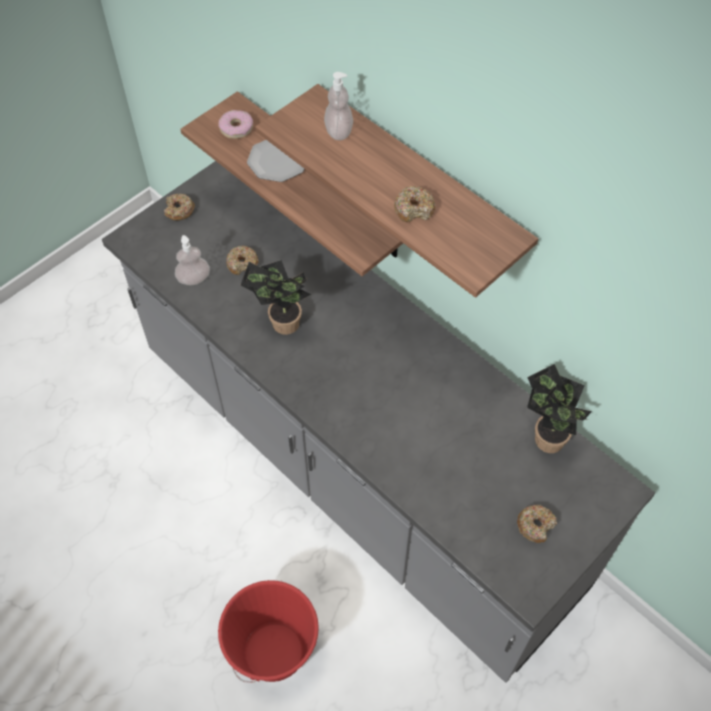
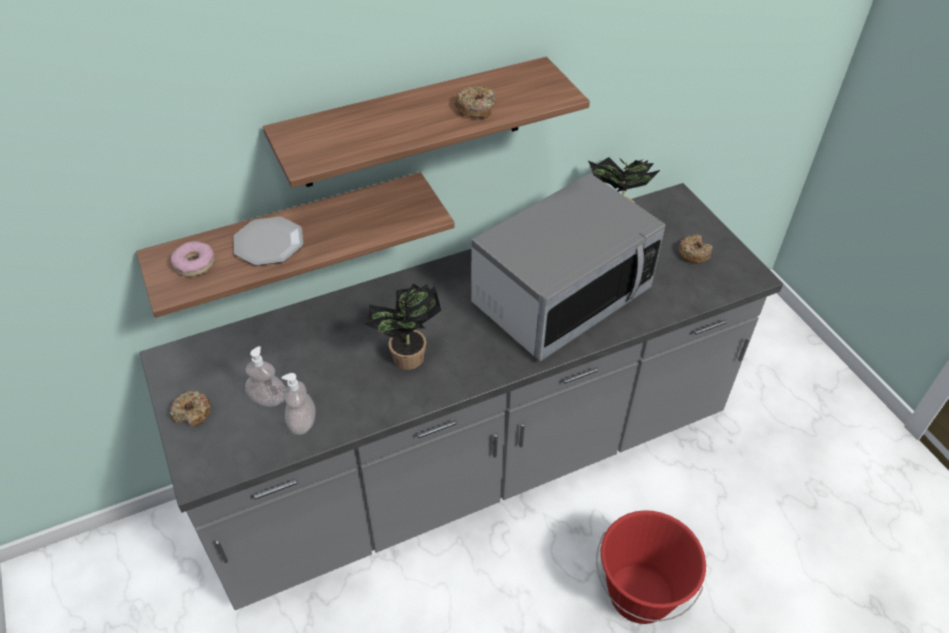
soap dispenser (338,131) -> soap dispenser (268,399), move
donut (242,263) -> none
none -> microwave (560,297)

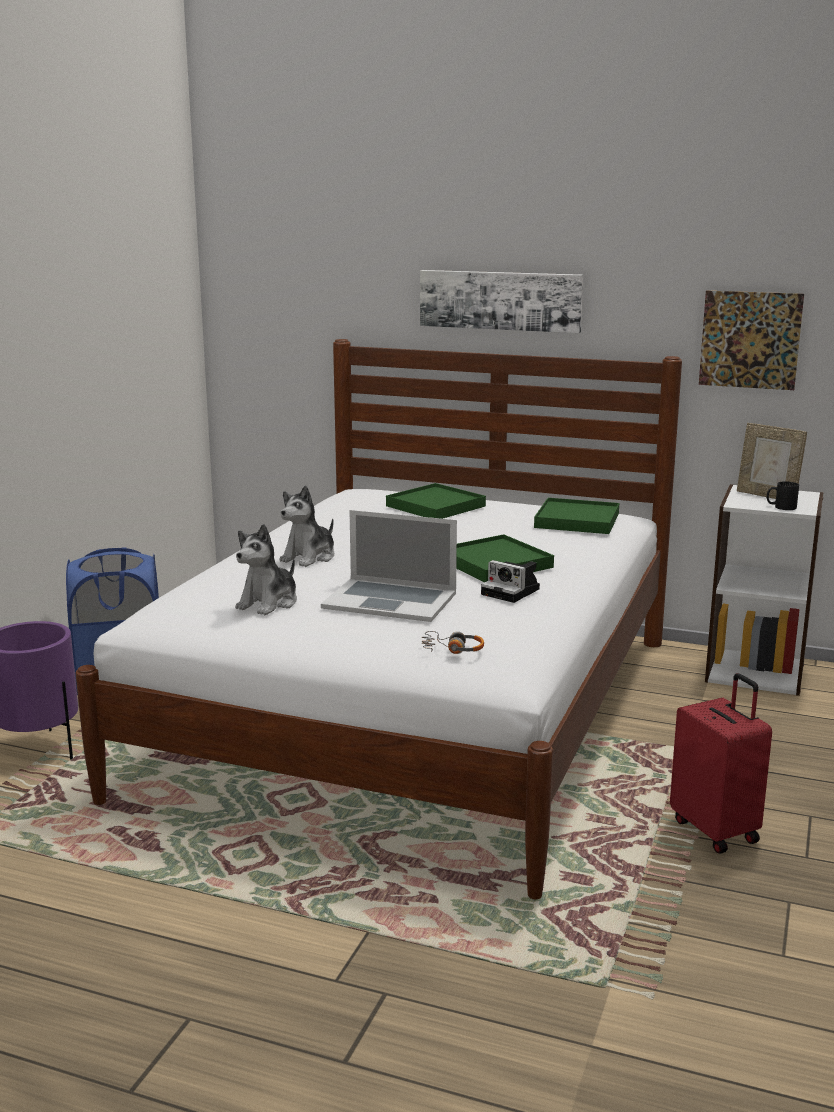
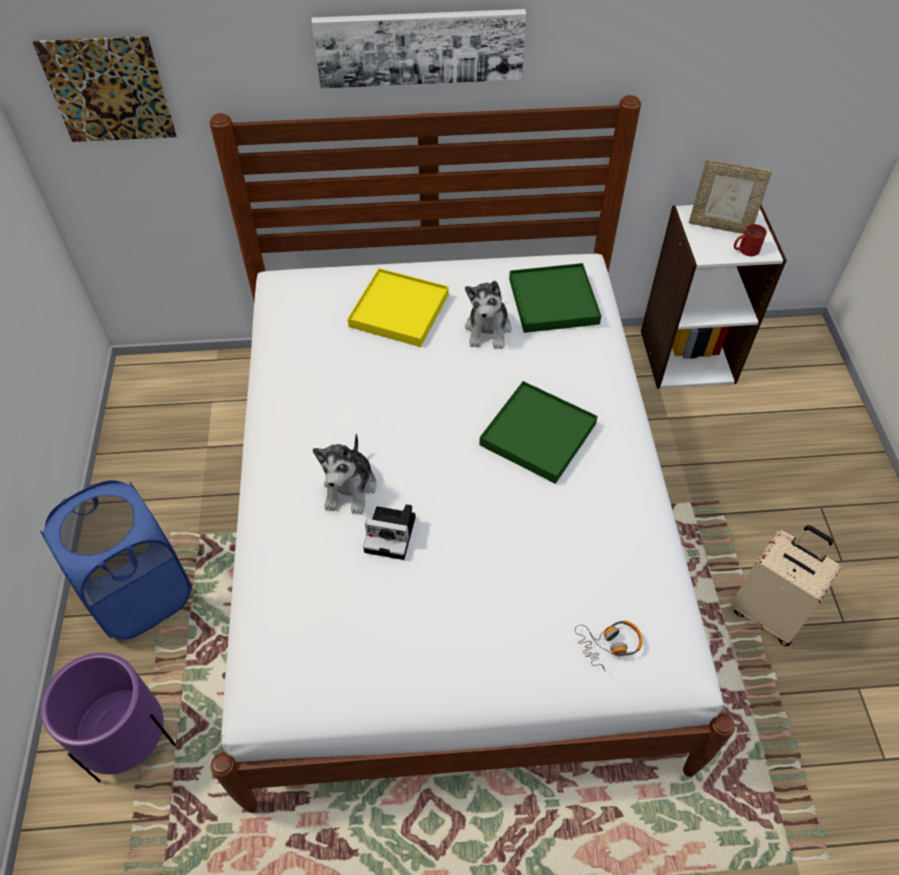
picture (750,340) -> picture (108,90), move
mug (black) (781,507) -> mug (red) (745,249)
tray (green) (436,506) -> tray (yellow) (399,310)
laptop (390,600) -> none
plush toy (269,603) -> plush toy (488,329), move
photo camera (512,592) -> photo camera (392,534), move
suitcase (red) (716,830) -> suitcase (beige) (768,613)

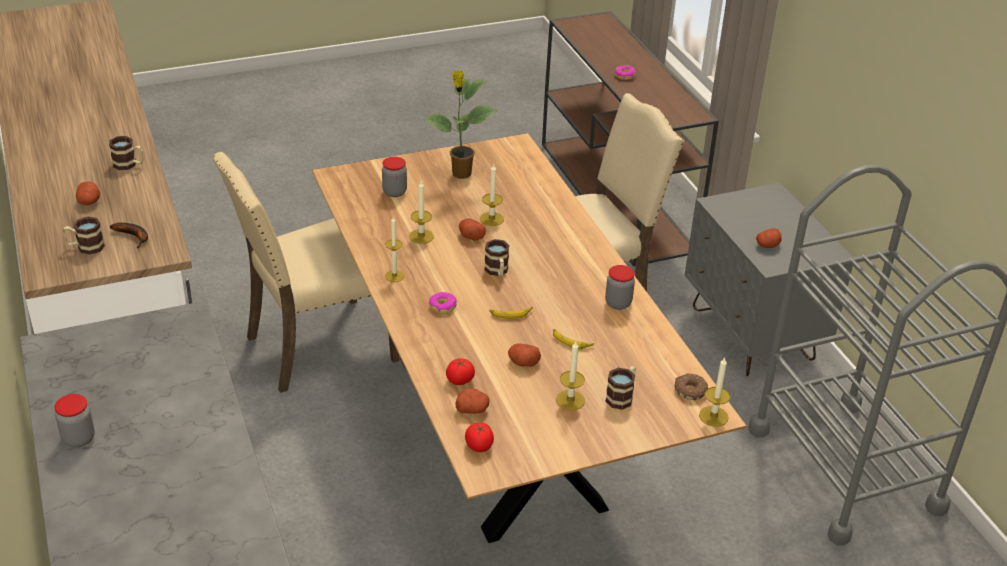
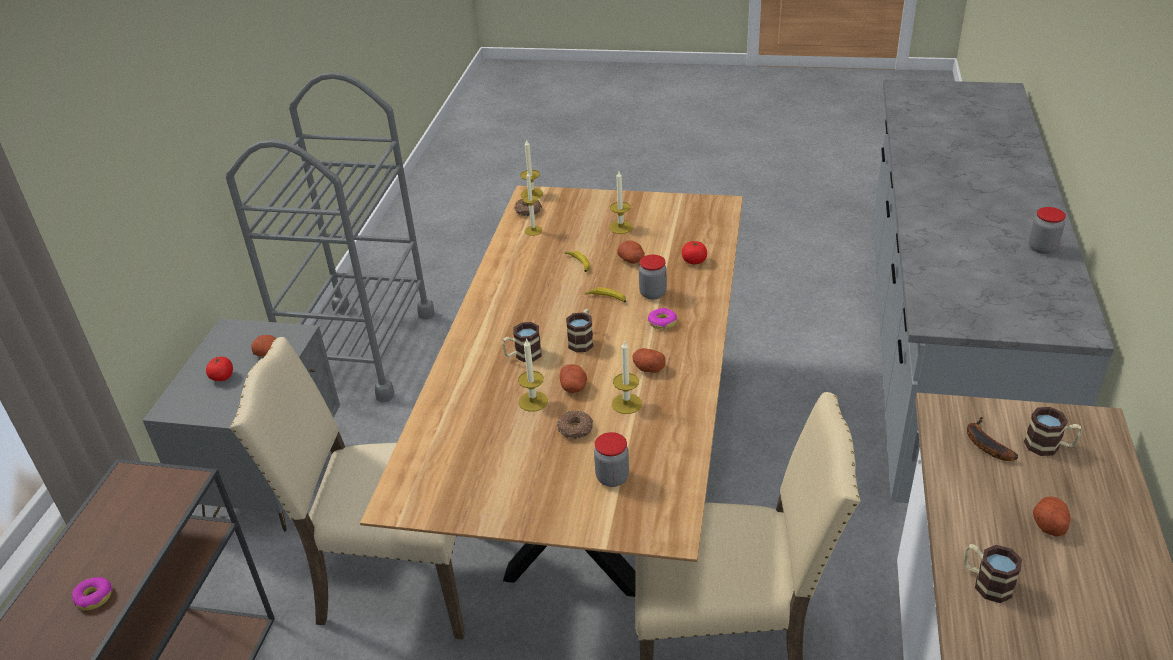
potted plant (460,174) -> none
candle (394,276) -> candle (533,230), move
jar (618,303) -> jar (653,293), move
mug (622,396) -> mug (523,355), move
potato (472,409) -> potato (648,368), move
tomato (479,446) -> tomato (222,377), move
none -> donut (575,429)

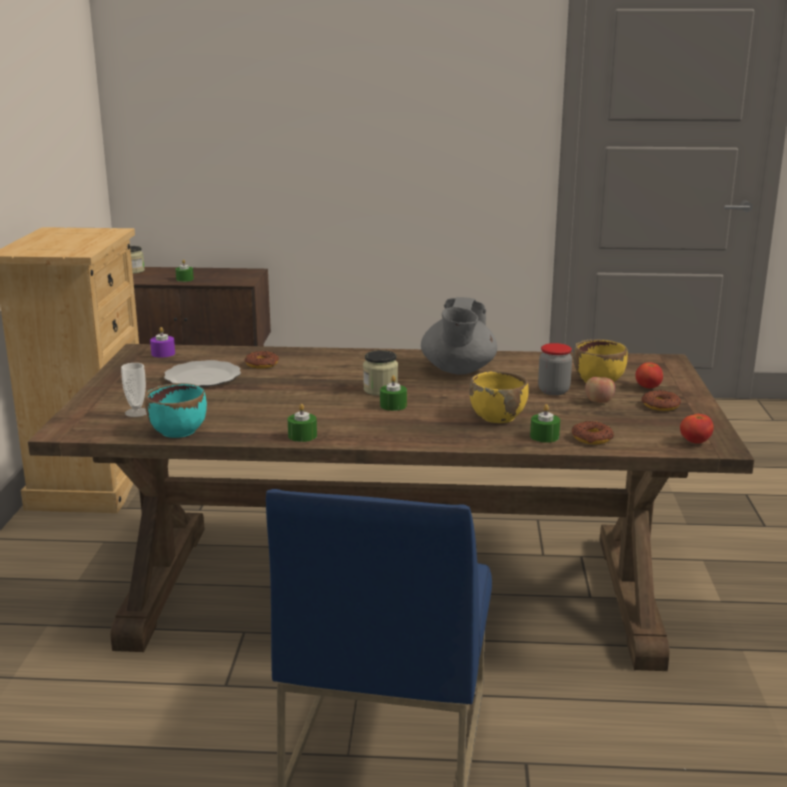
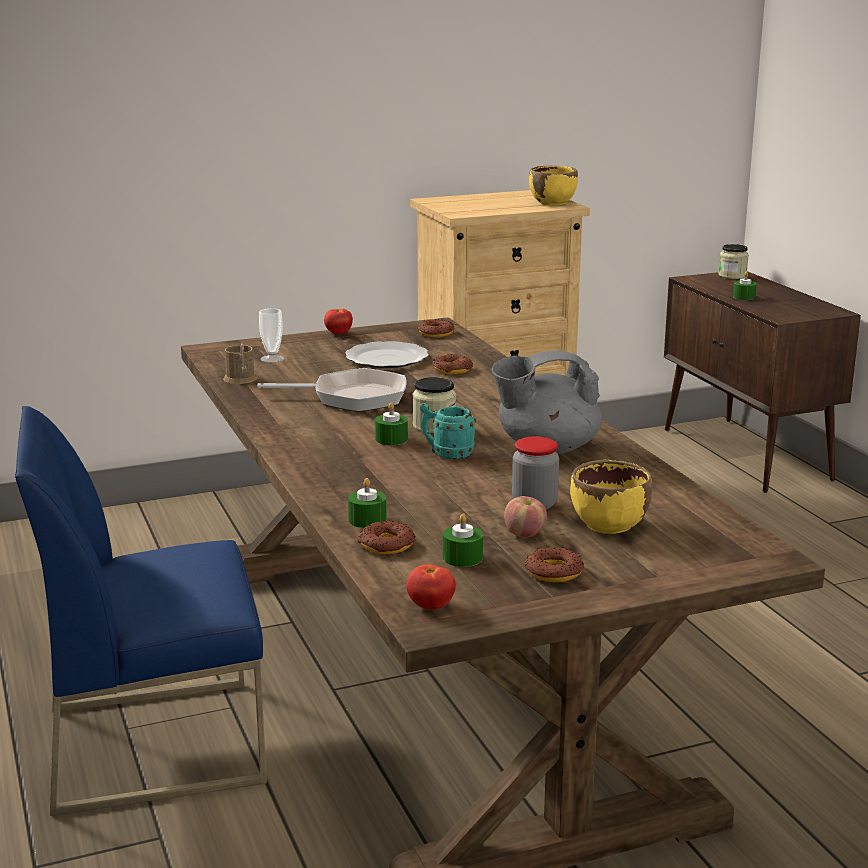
candle (purple) (163,353) -> donut (436,333)
tomato (648,387) -> tomato (338,333), move
bowl (yellow) (497,417) -> bowl (yellow) (553,202), move
bowl (turquoise) (178,431) -> mug (brown) (241,380)
candle (green) (302,436) -> candle (green) (462,557), move
none -> frying pan (352,397)
none -> mug (turquoise) (446,454)

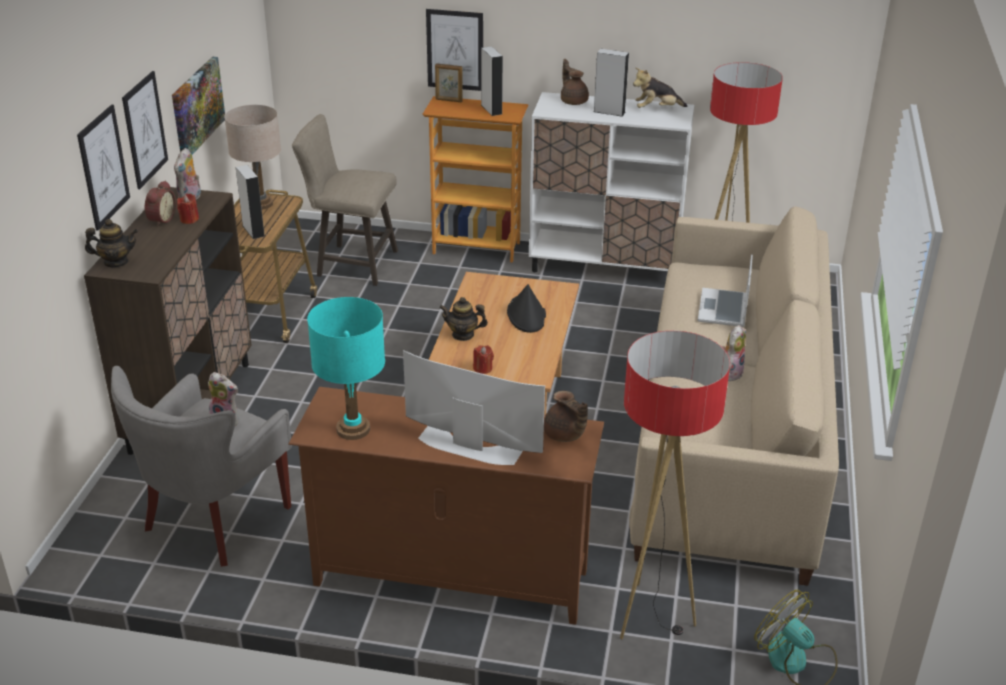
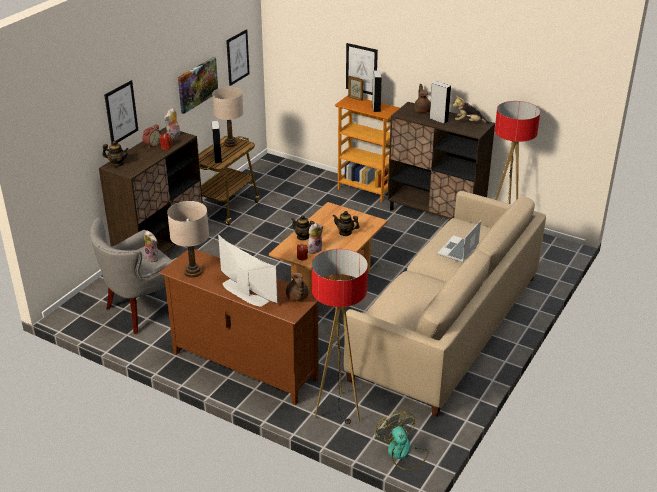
picture (145,130) -> picture (237,57), move
cabinet (white) (604,266) -> cabinet (brown) (435,214)
stool (beige) (351,263) -> none
hat (black) (526,315) -> teapot (345,232)
table lamp (turquoise) (353,429) -> table lamp (beige) (193,272)
plush toy (730,372) -> plush toy (314,249), move

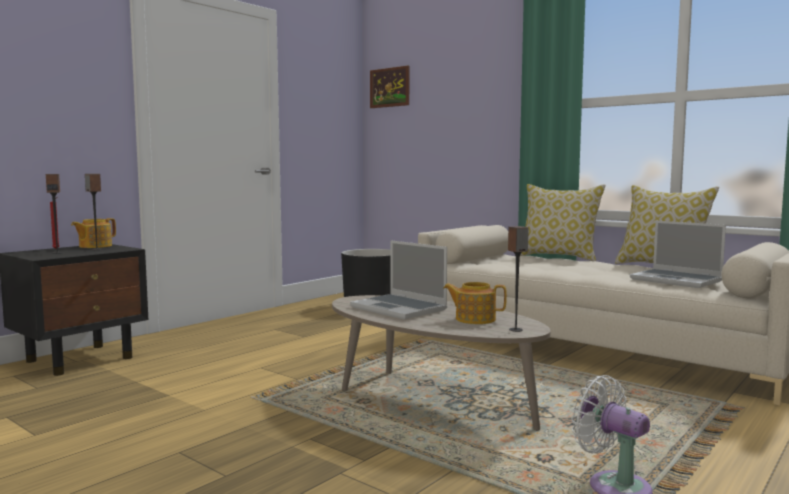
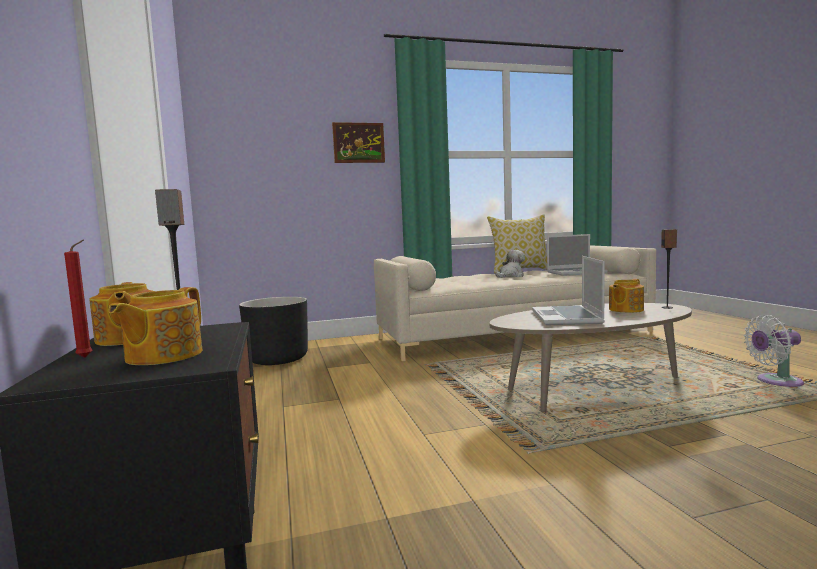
picture (389,87) -> picture (358,143), move
speaker (57,253) -> teapot (162,356)
pillow (559,257) -> none
laptop (400,308) -> laptop (567,317), 105 degrees clockwise
none -> plush toy (510,276)

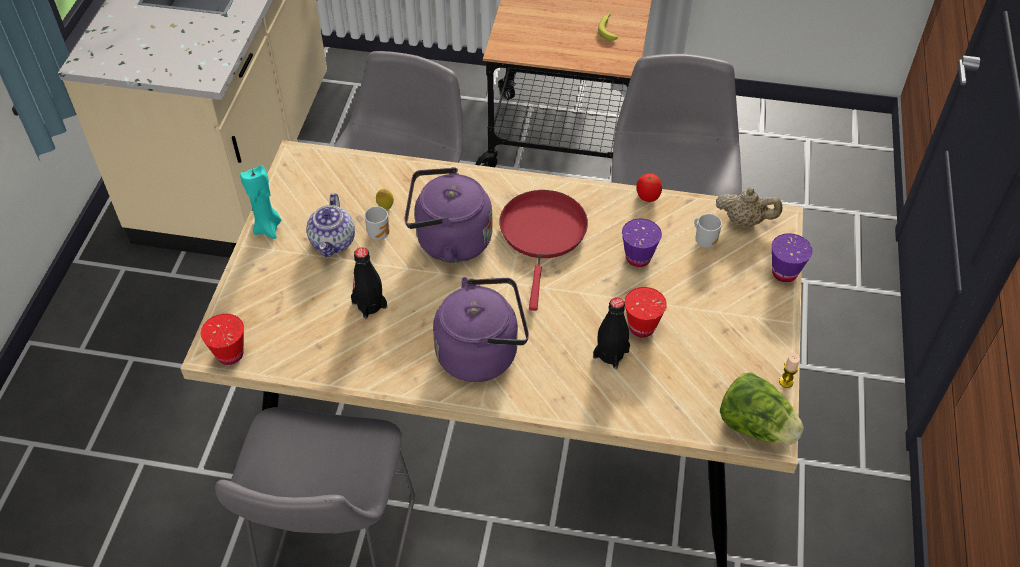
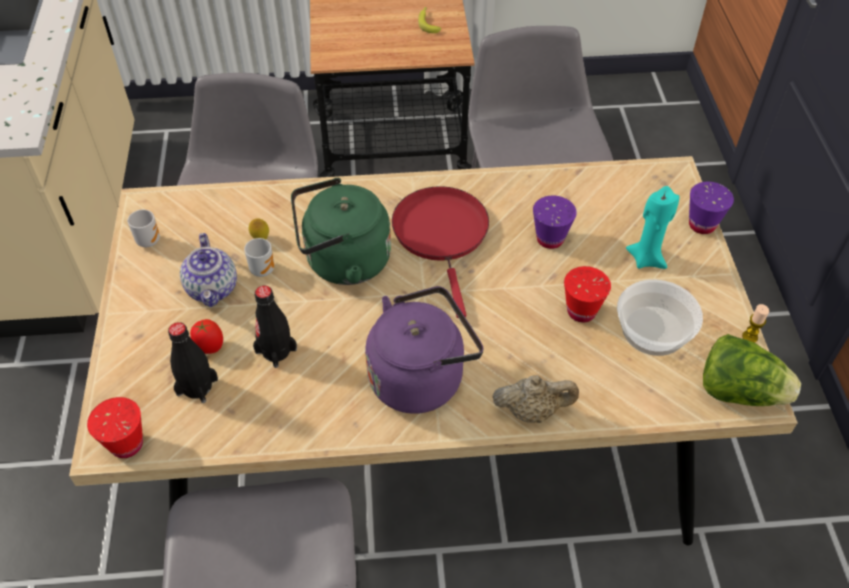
candle (turquoise) (268,228) -> candle (turquoise) (646,258), move
kettle (purple) (448,241) -> kettle (green) (342,262)
tomato (647,197) -> tomato (209,347), move
teapot (beige) (744,221) -> teapot (beige) (532,411), move
mug (705,241) -> mug (148,240), move
bottle (black) (611,354) -> bottle (black) (197,386), move
none -> bowl (653,330)

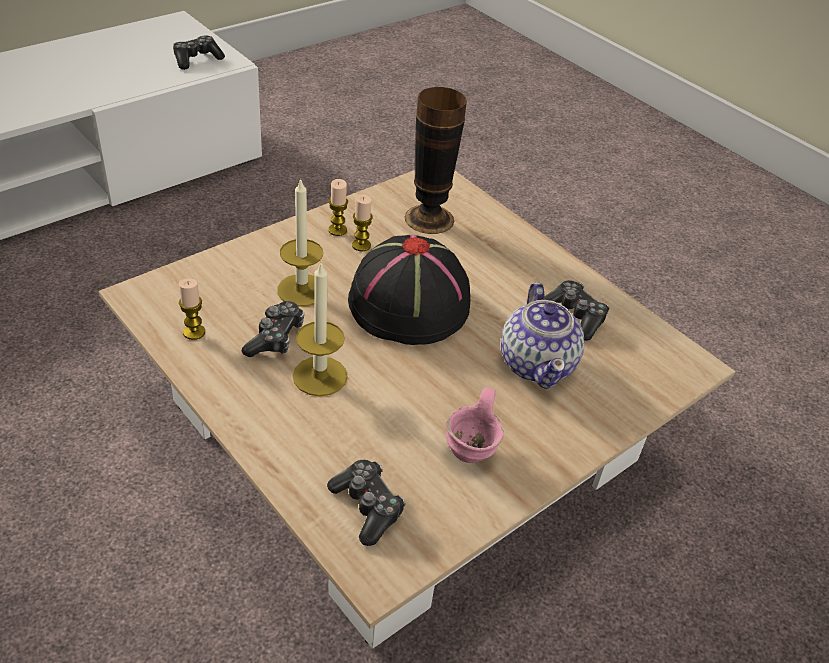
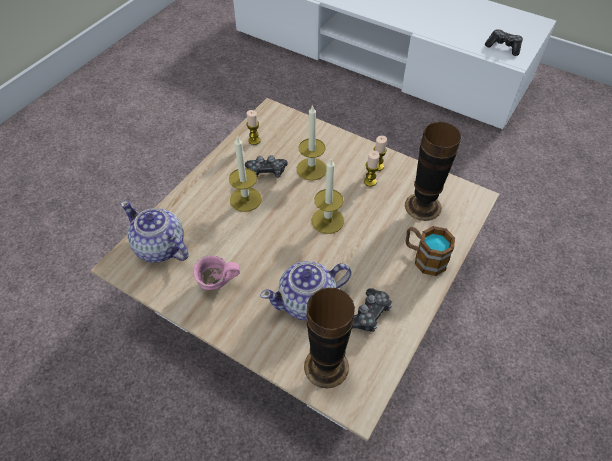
hat (black) (409,304) -> candle (327,220)
game controller (367,507) -> teapot (160,248)
none -> mug (424,258)
none -> vase (326,366)

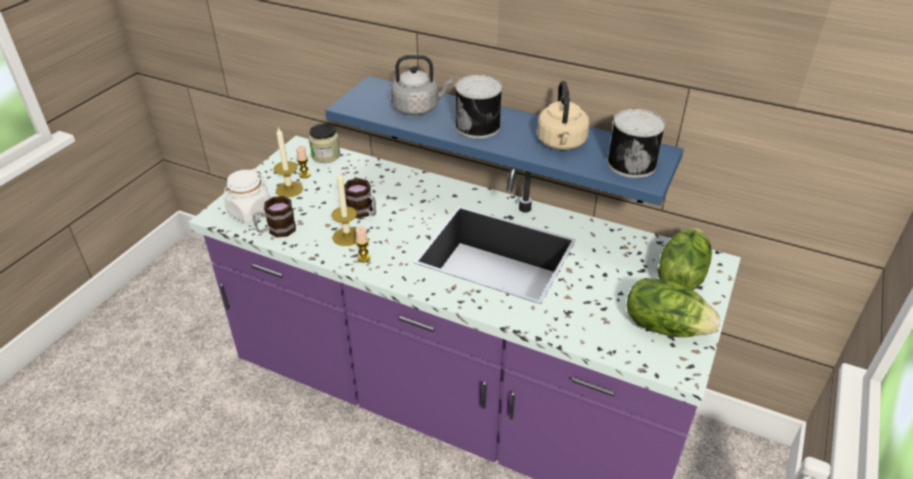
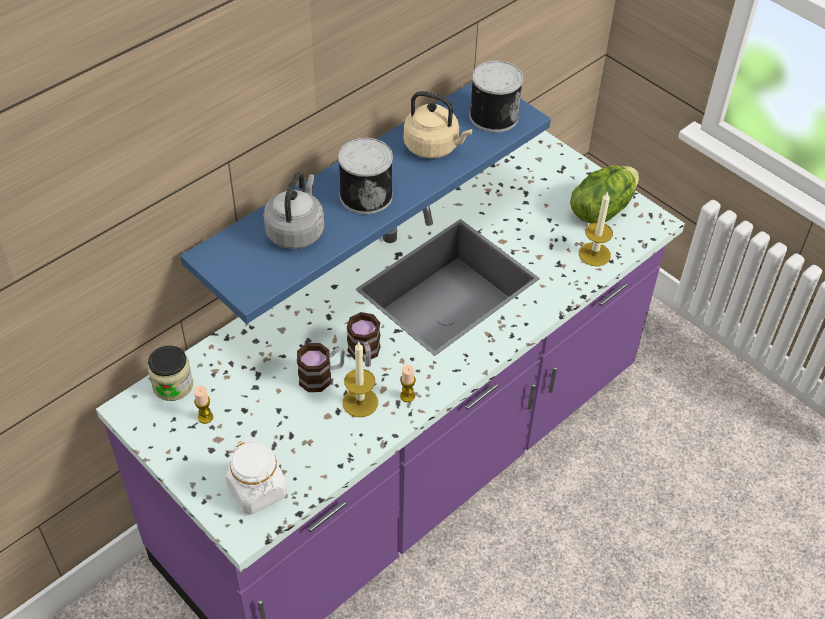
candle (289,189) -> candle (594,254), move
mug (276,231) -> mug (365,354), move
lettuce (680,276) -> none

